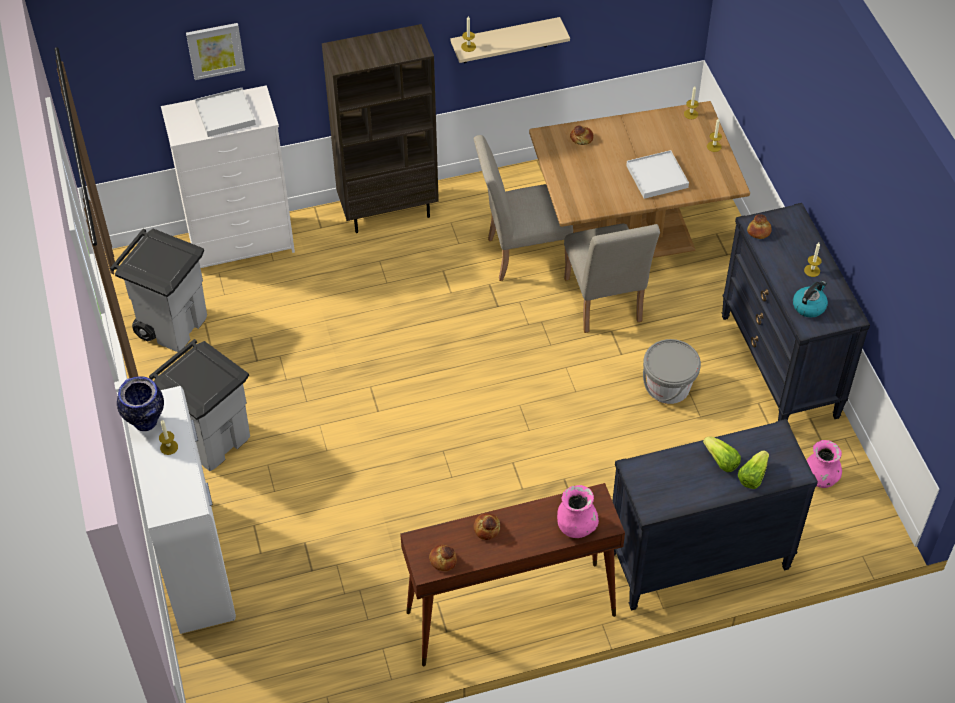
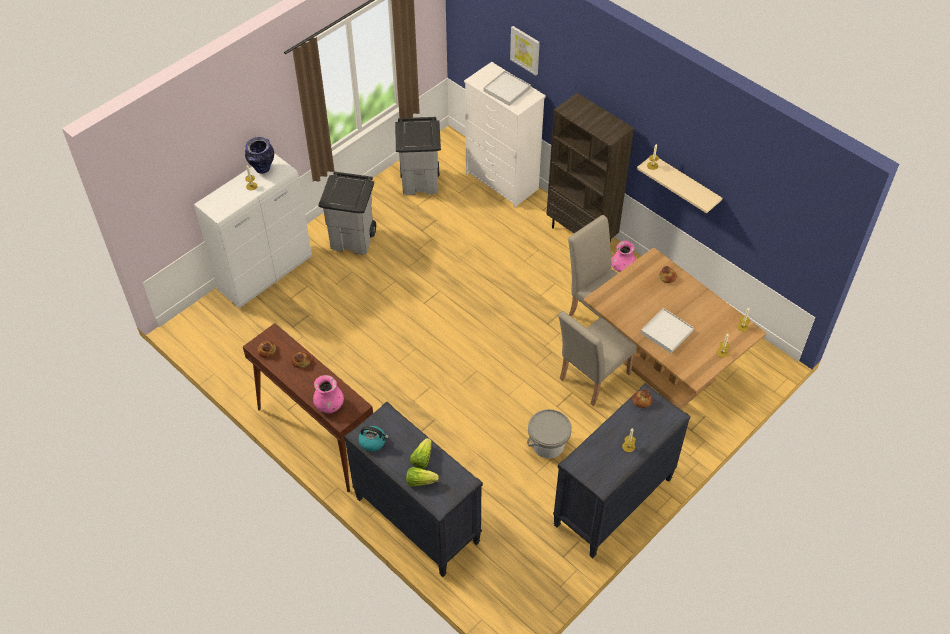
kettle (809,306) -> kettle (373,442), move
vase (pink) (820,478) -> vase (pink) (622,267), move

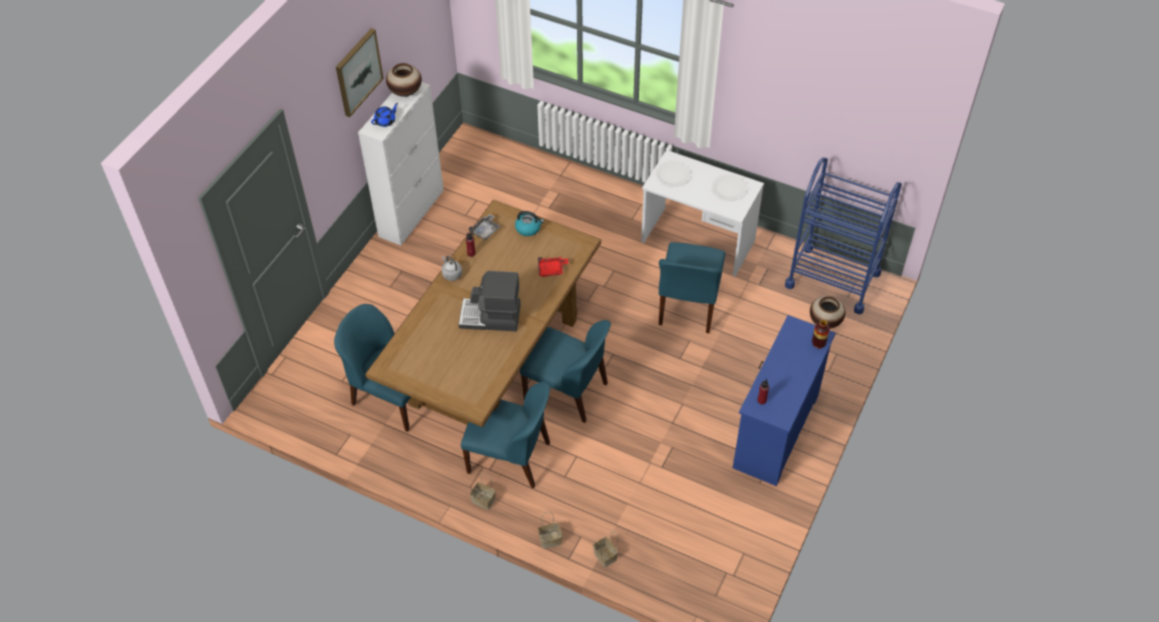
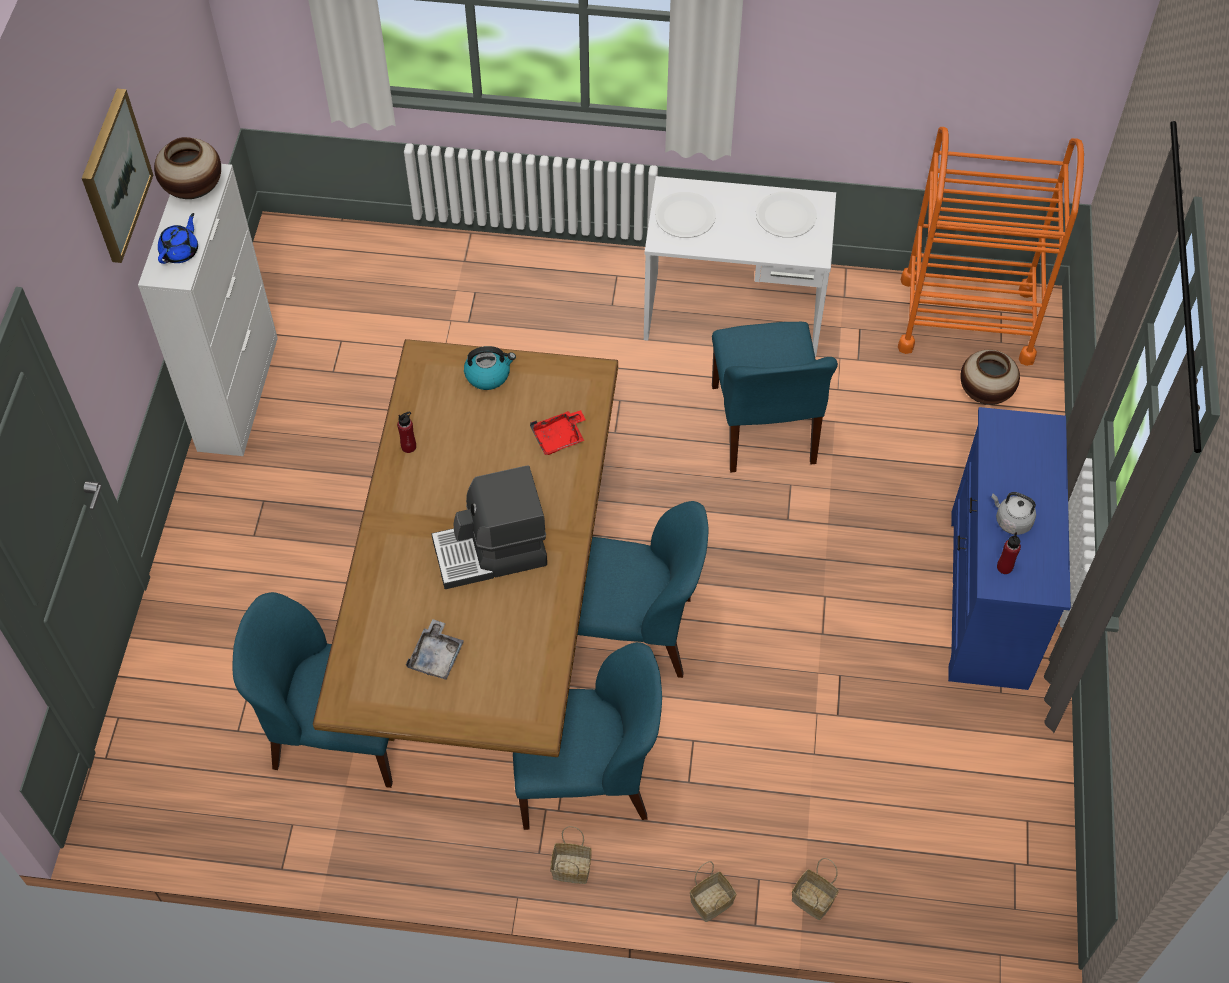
cart (blue) (832,279) -> cart (orange) (966,319)
tray (grey) (485,231) -> tray (grey) (436,656), move
kettle (grey) (451,274) -> kettle (grey) (1011,521), move
vase (818,344) -> none

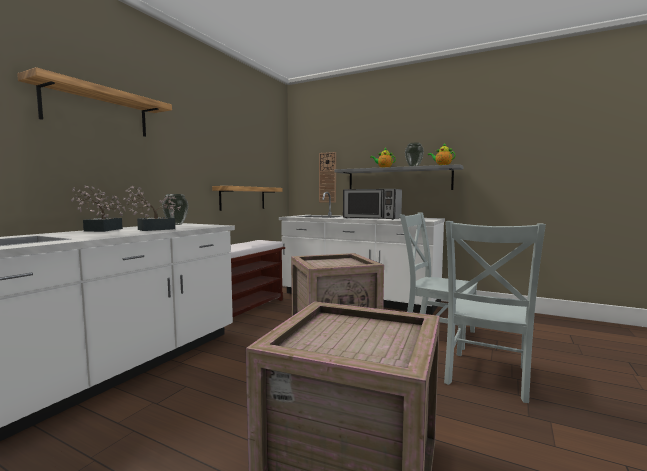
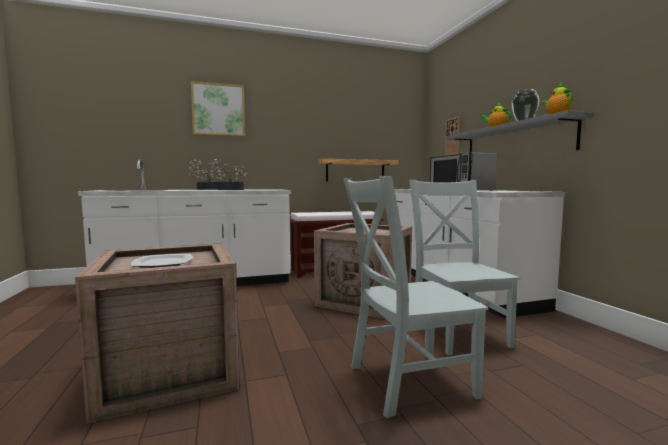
shelf (97,111) -> picture (218,109)
vase (176,224) -> none
none -> plate (162,263)

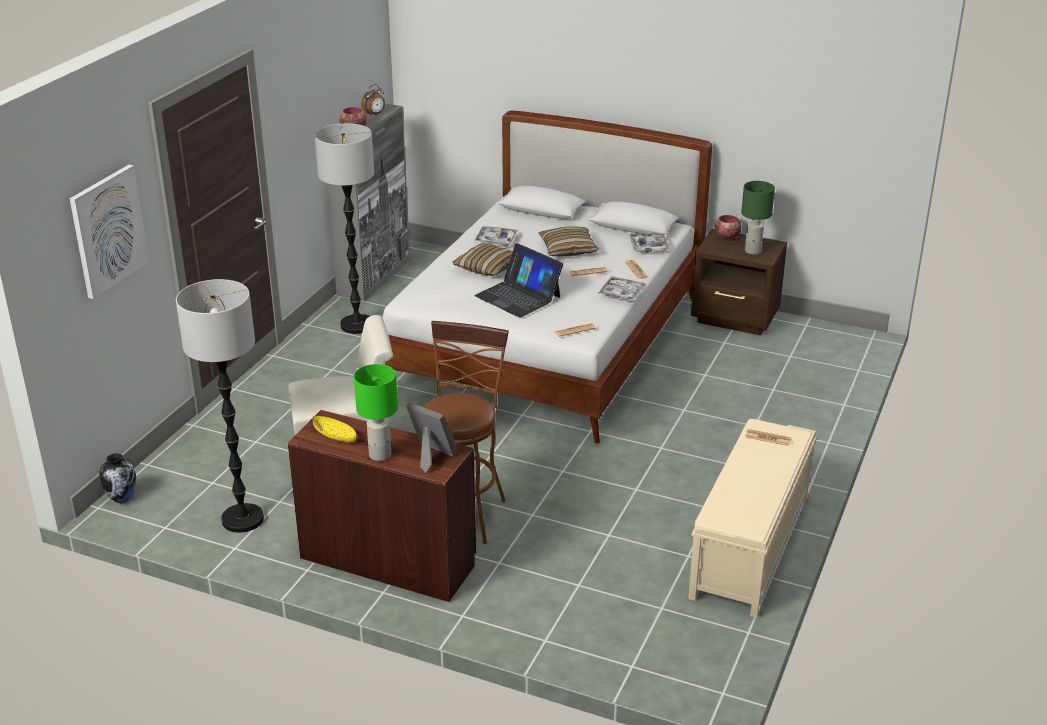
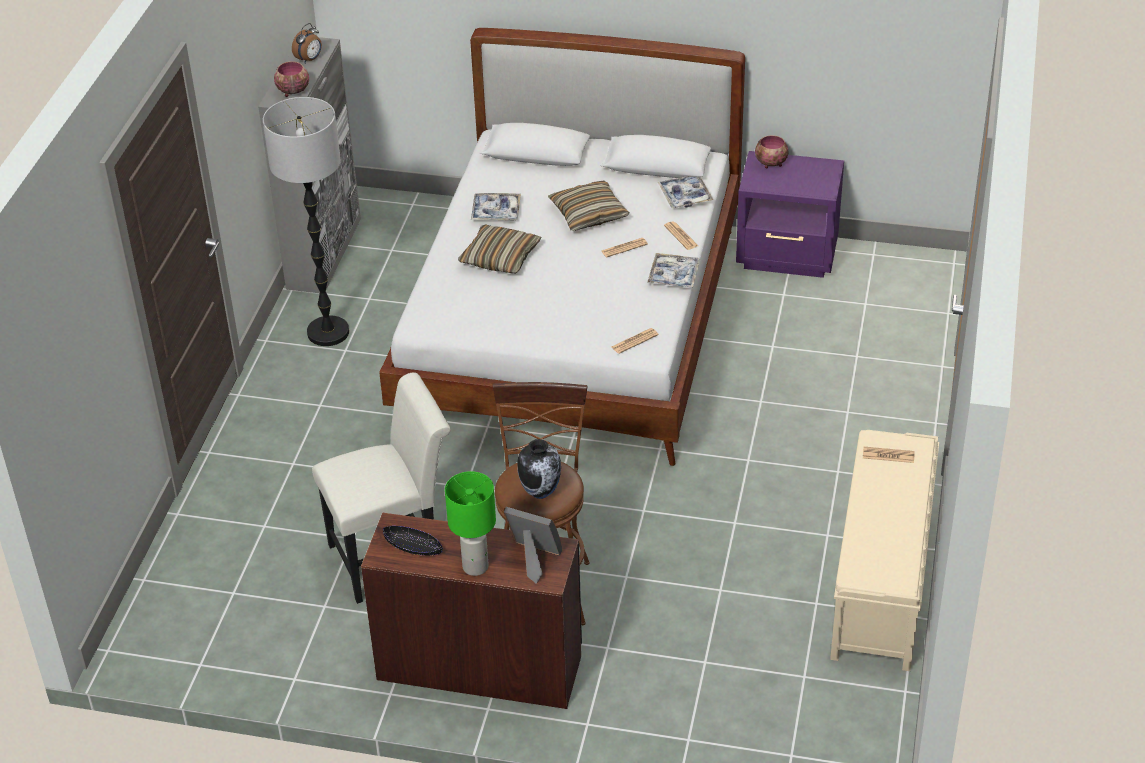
picture (108,230) -> none
table lamp (green) (753,251) -> none
nightstand (brown) (735,319) -> nightstand (purple) (788,256)
laptop (518,296) -> none
floor lamp (243,519) -> none
bowl (yellow) (335,435) -> bowl (black) (413,547)
vase (122,499) -> vase (541,492), move

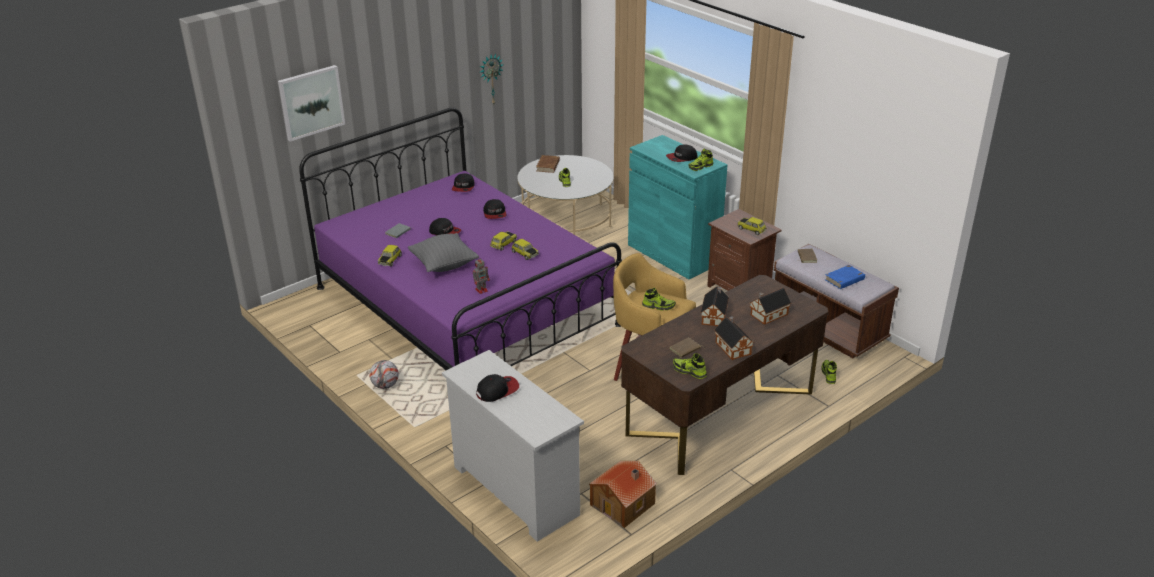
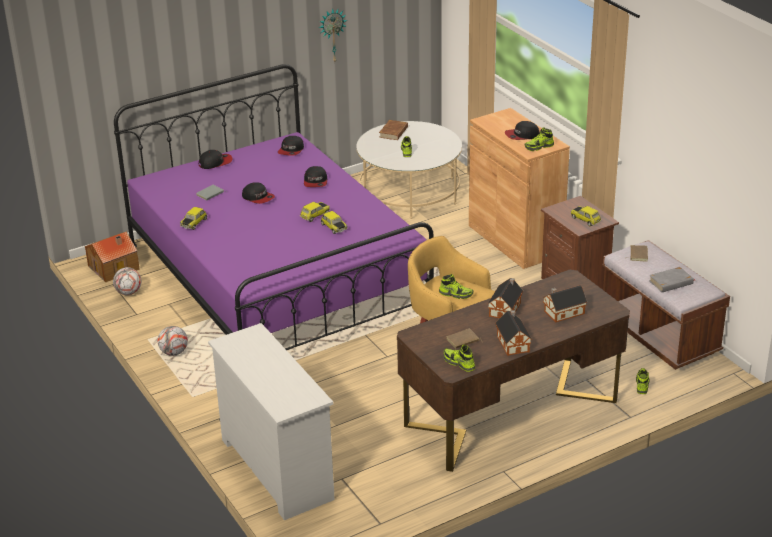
picture (311,102) -> none
cabinet (turquoise) (673,254) -> cabinet (brown) (515,240)
pillow (grey) (444,265) -> none
toy robot (482,290) -> none
book (blue) (844,279) -> book (grey) (671,282)
cap (497,390) -> cap (215,162), move
toy house (624,504) -> toy house (114,267), move
none -> football (129,292)

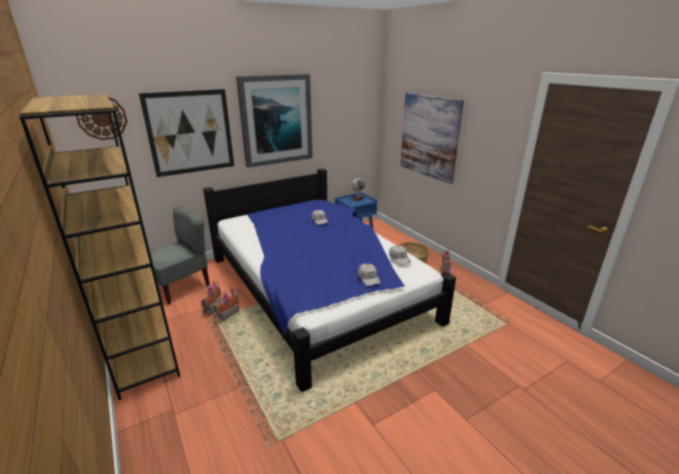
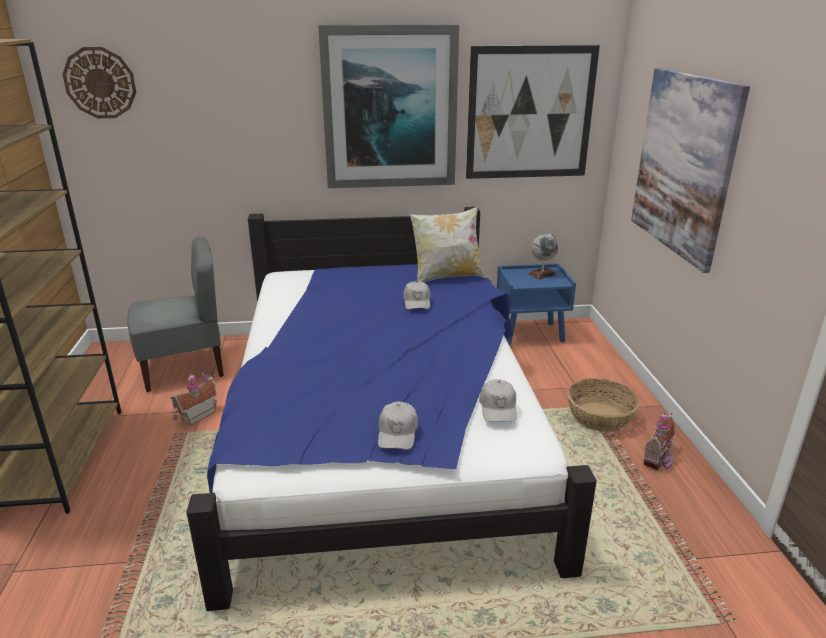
picture (190,132) -> picture (530,113), move
toy house (227,315) -> none
none -> pillow (447,276)

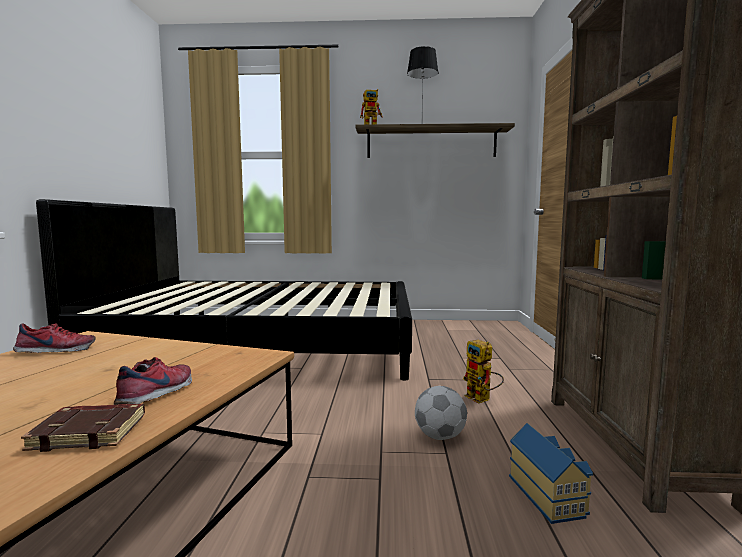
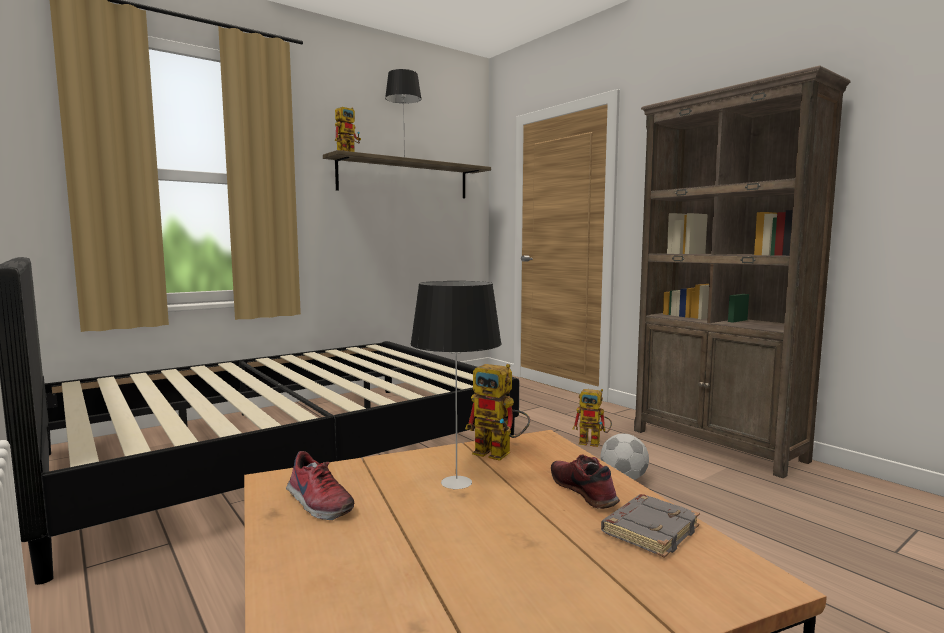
shoe (55,351) -> shoe (317,503), 105 degrees clockwise
book (brown) (91,432) -> book (grey) (649,530)
toy house (548,494) -> none
none -> table lamp (457,482)
none -> toy robot (500,454)

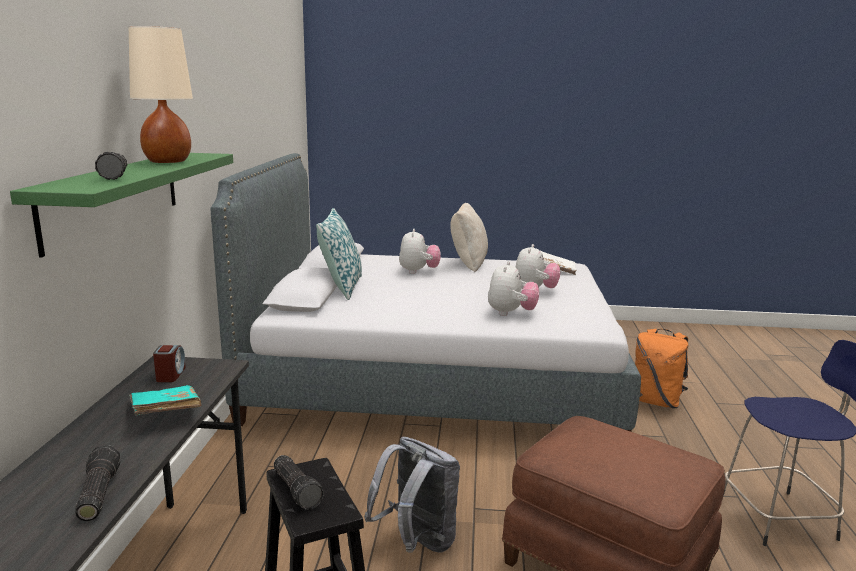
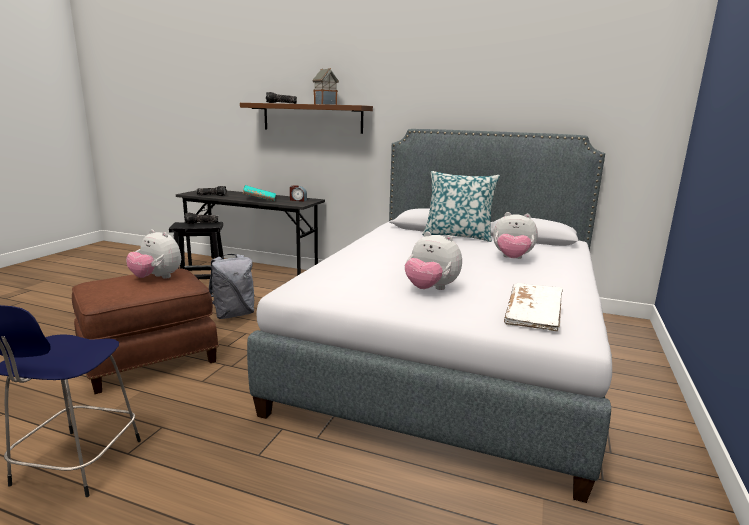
table lamp (beige) (168,162) -> toy house (325,104)
shelf (green) (115,197) -> shelf (brown) (312,118)
pillow (beige) (468,263) -> none
plush toy (511,313) -> plush toy (157,278), move
backpack (orange) (656,401) -> none

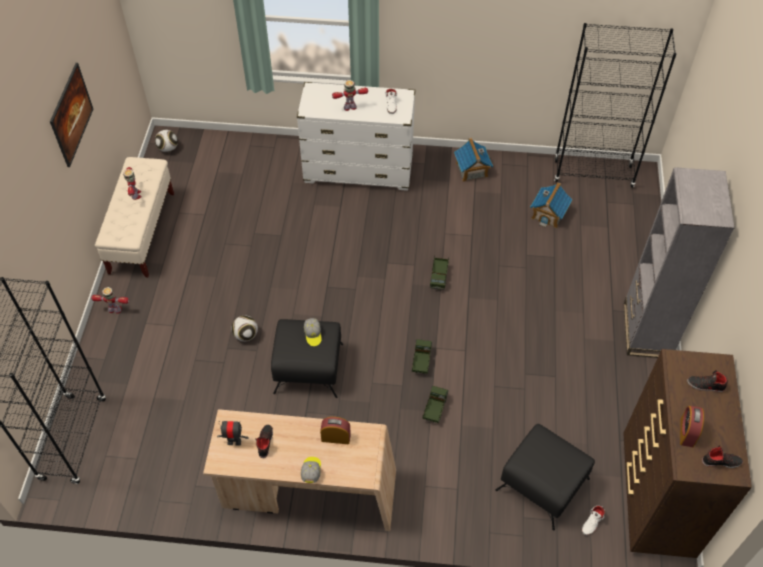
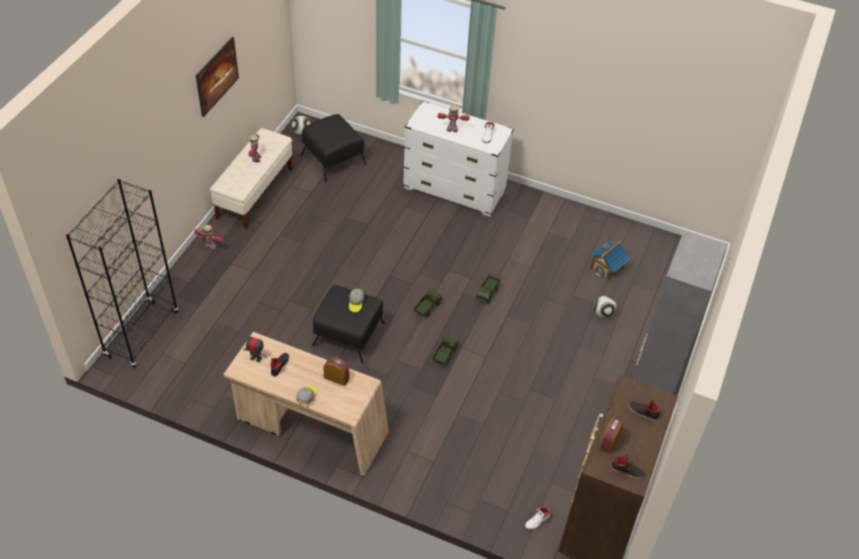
bookcase (black) (593,173) -> none
toy house (472,170) -> none
football (246,335) -> football (603,313), move
toy truck (434,408) -> toy truck (427,308), move
ottoman (black) (543,485) -> ottoman (black) (333,159), move

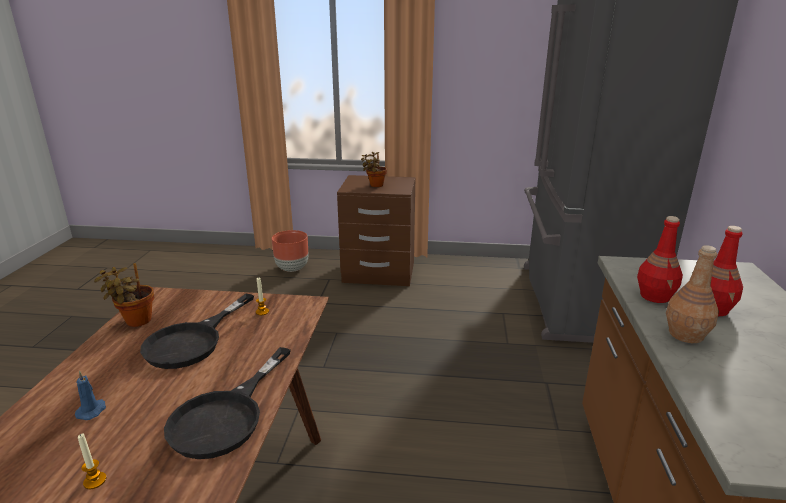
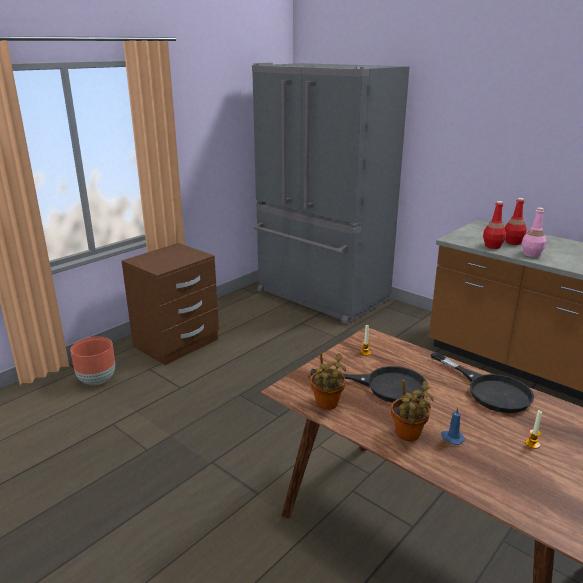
potted plant (375,185) -> potted plant (408,436), move
bottle (brown) (686,334) -> bottle (pink) (531,254)
frying pan (black) (193,340) -> frying pan (black) (384,385), 45 degrees counterclockwise

